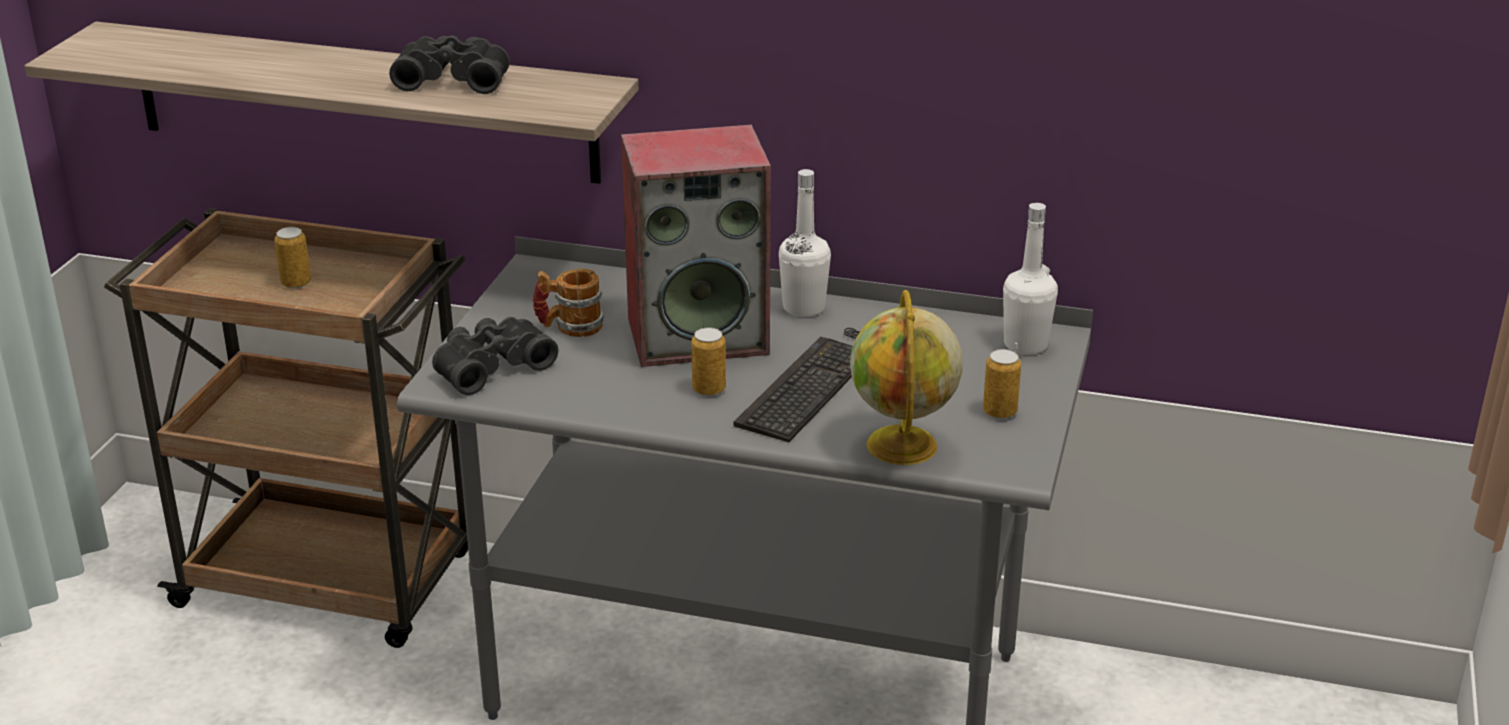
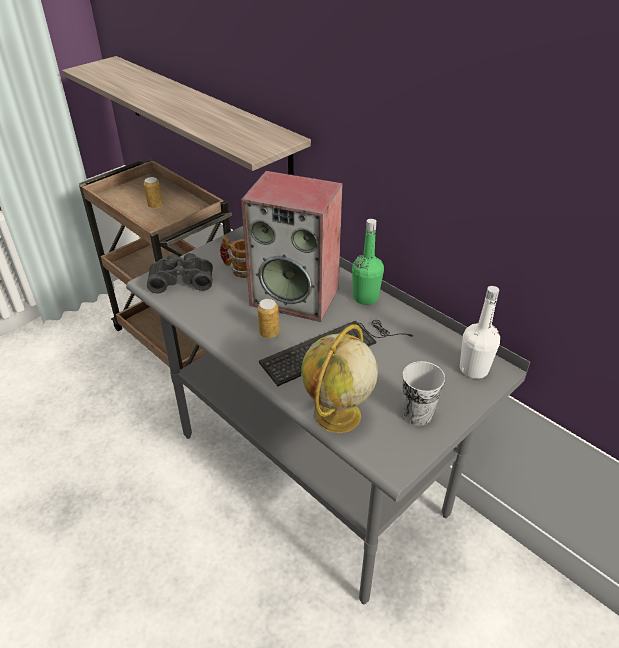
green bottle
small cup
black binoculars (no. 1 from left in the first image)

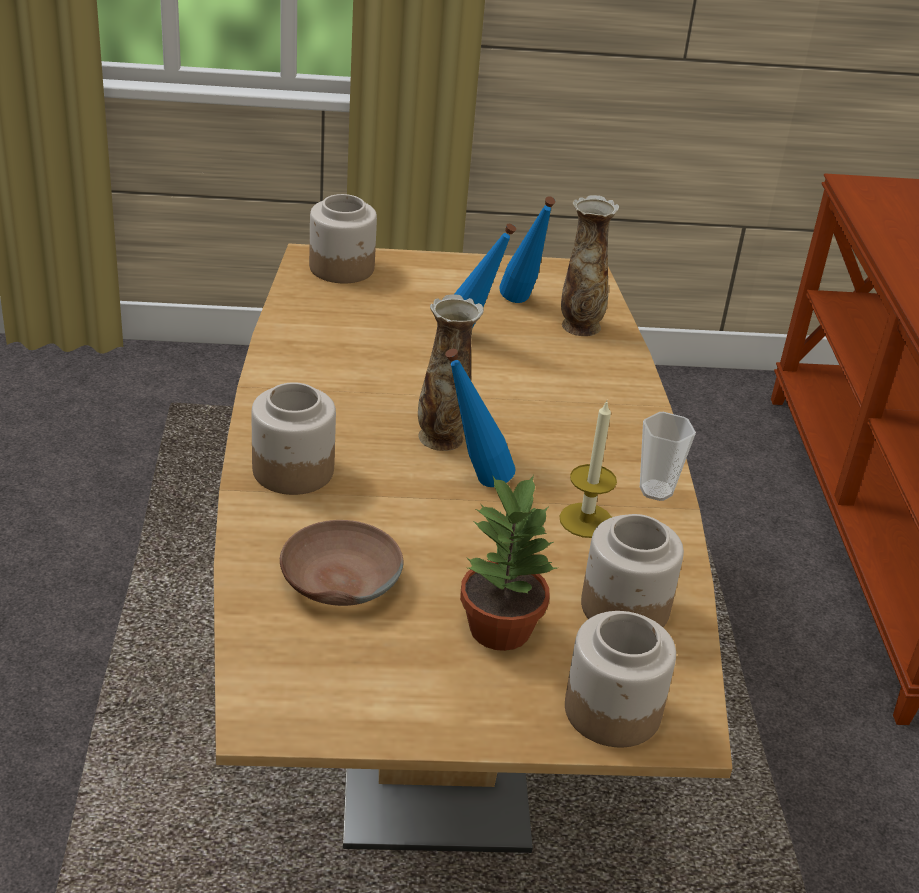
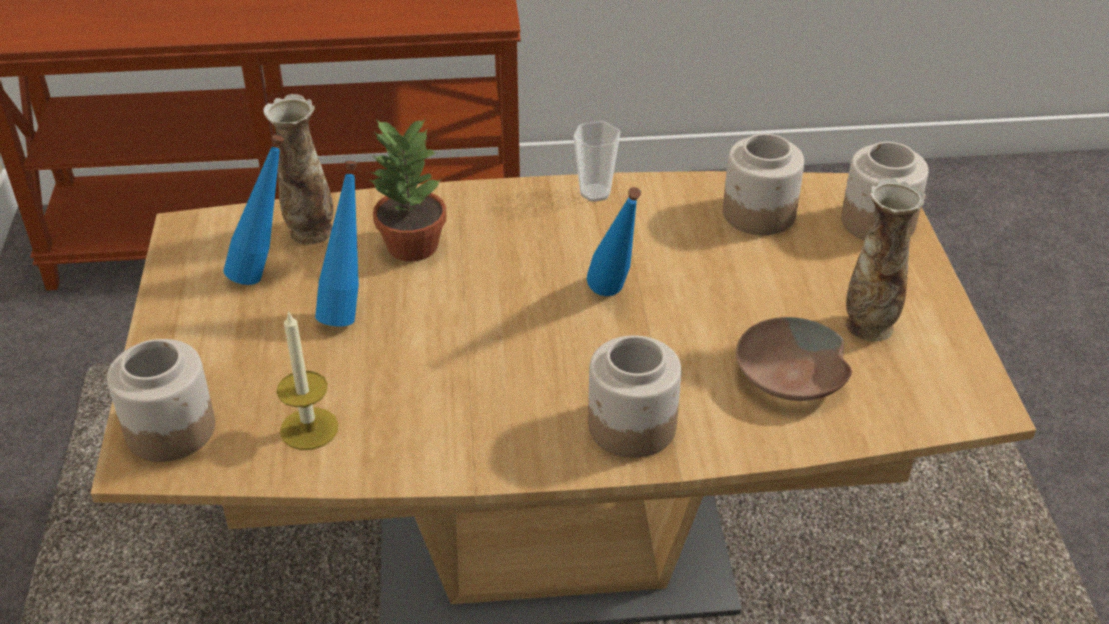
candle
houseplant
flower vase (no. 2 from left)

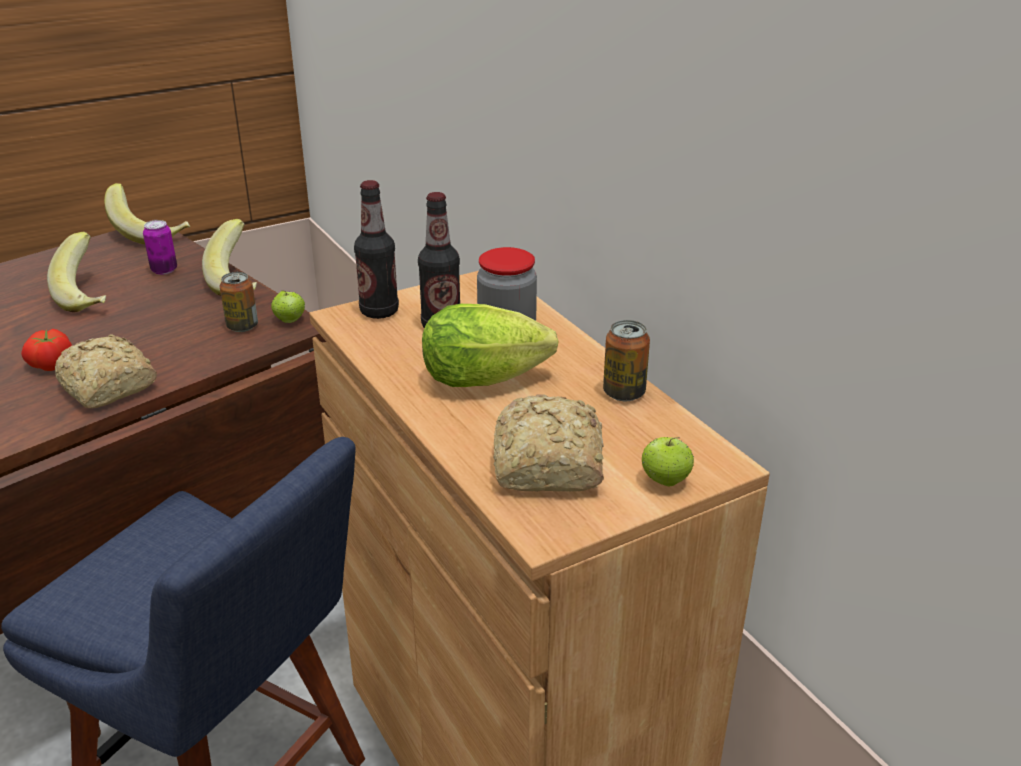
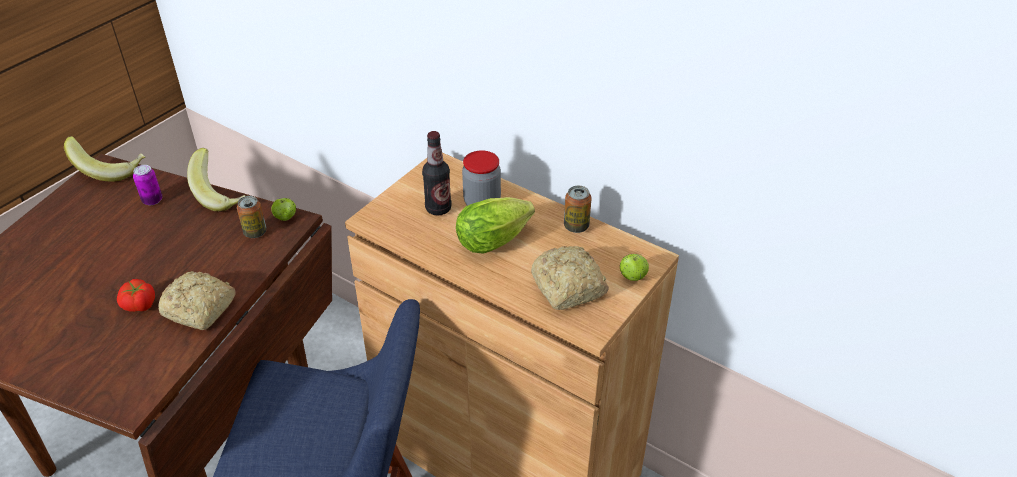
banana (no. 1 from left in the first image)
bottle (no. 1 from left in the first image)

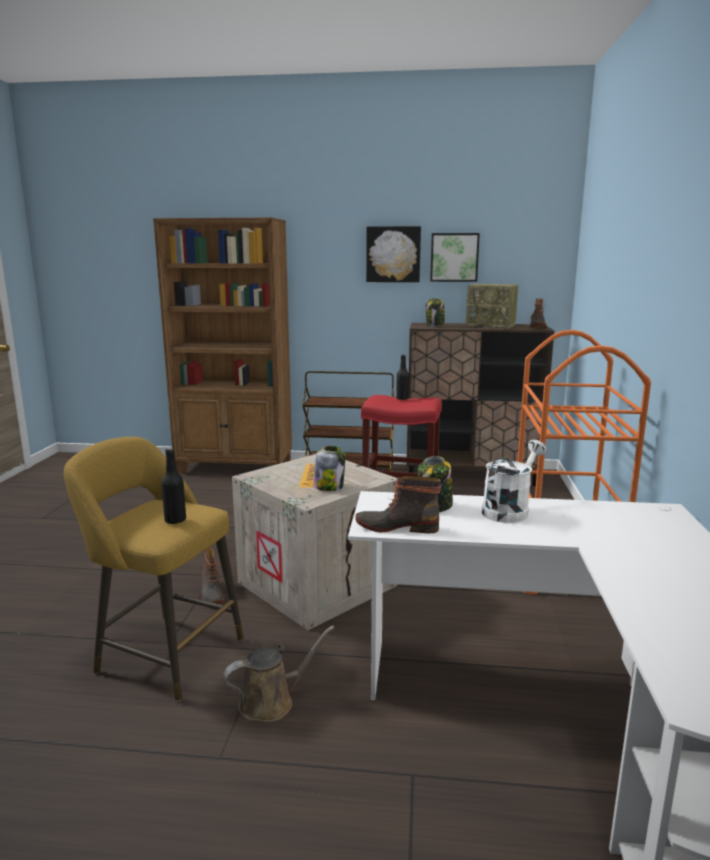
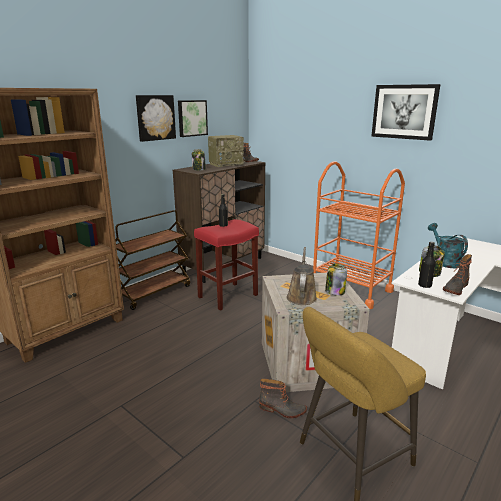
brown watering pot
picture (no. 3 from left)
black bottle (no. 2 from left)
turquoise watering pot

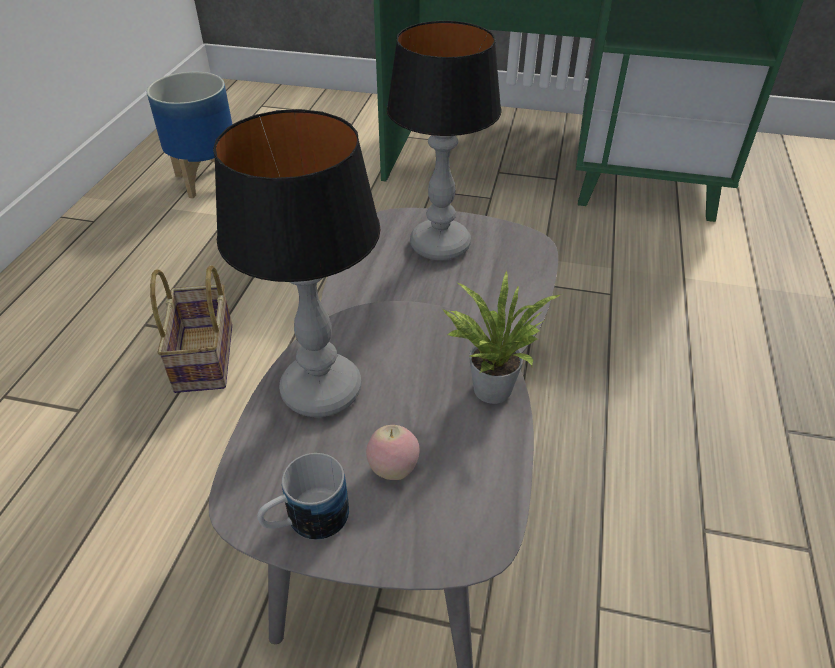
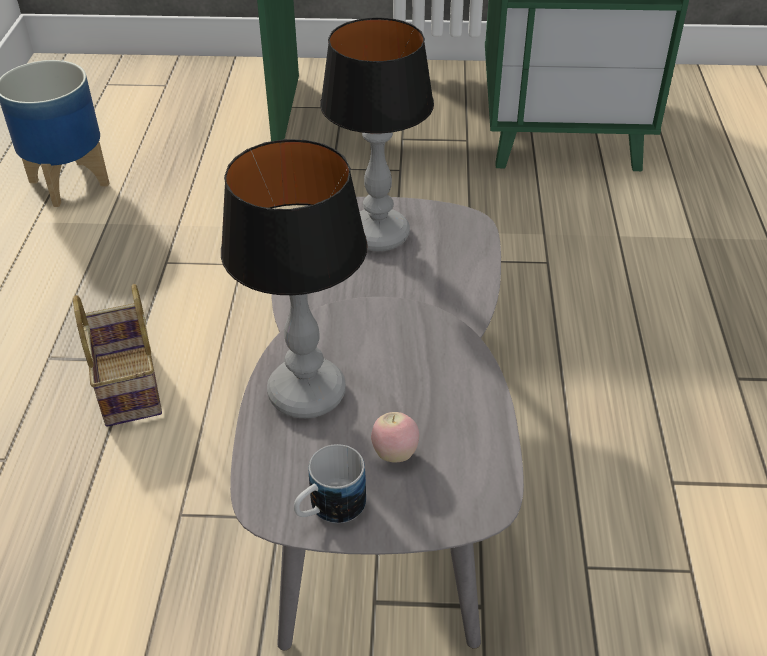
houseplant

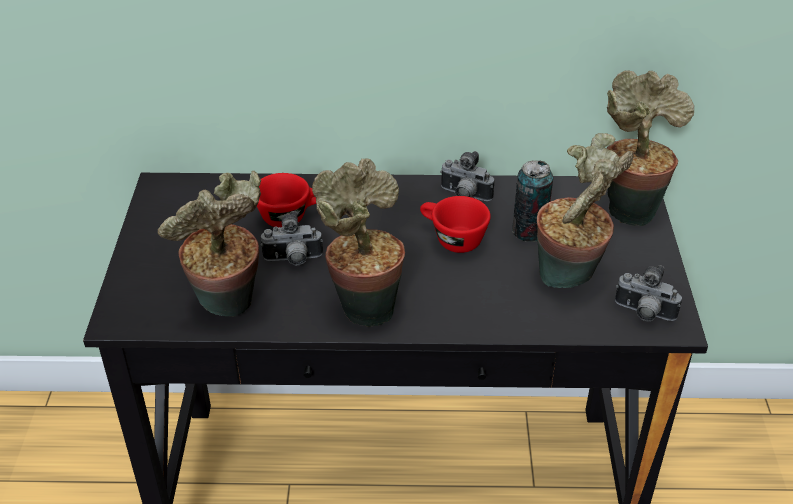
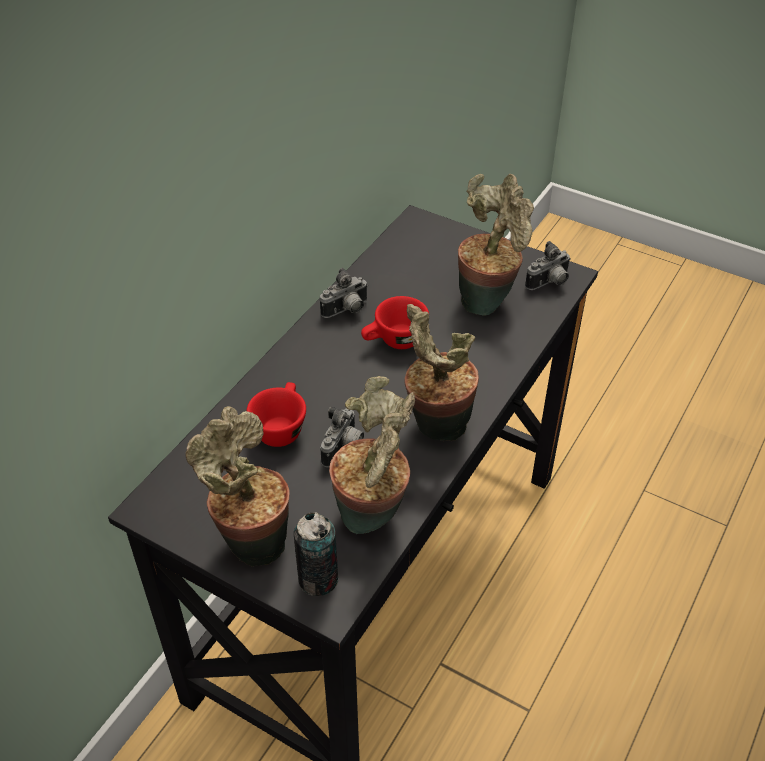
houseplant (no. 1 from left)
sealed can

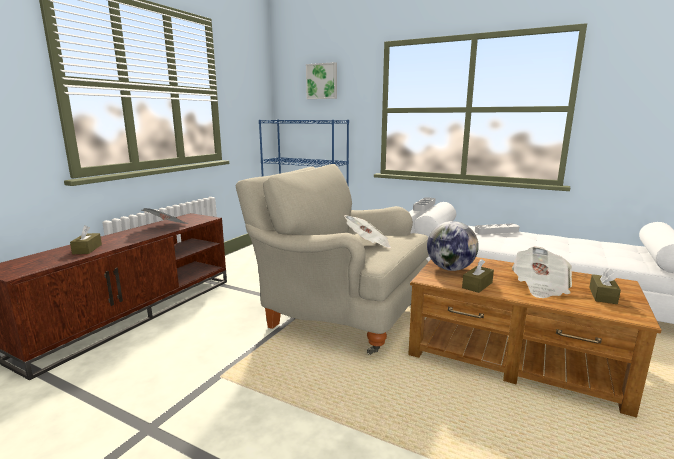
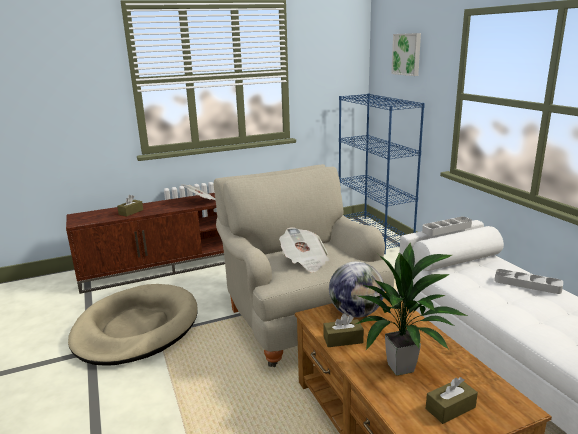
beige-coloured dog bed
houseplant

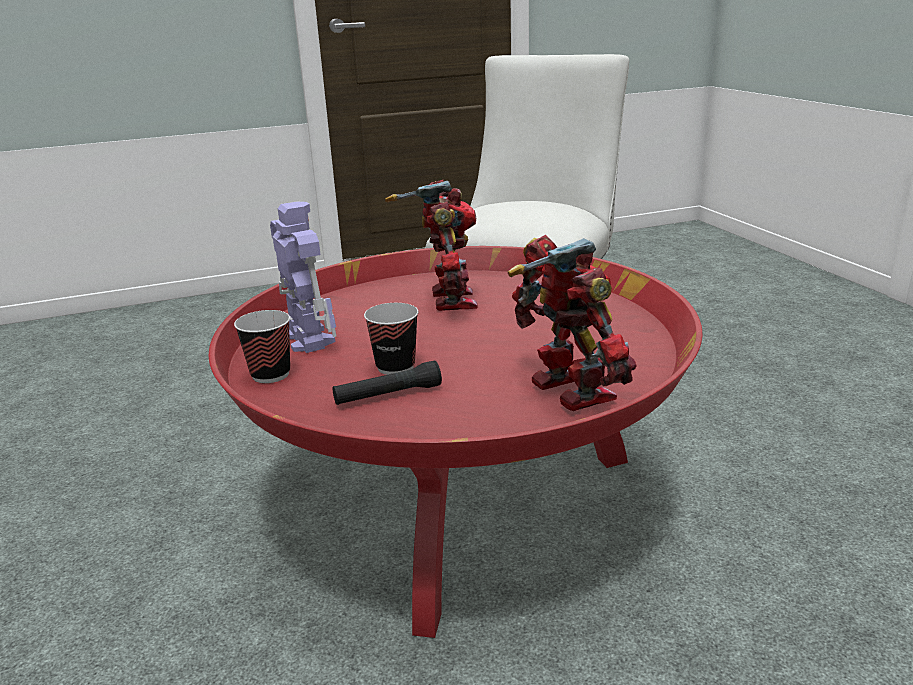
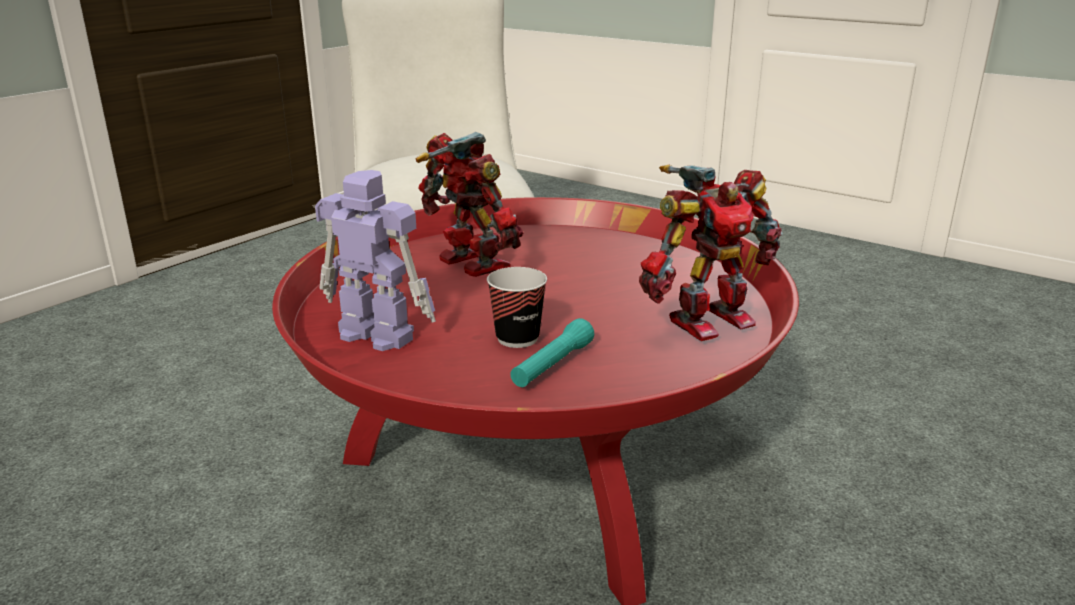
turquoise flashlight
robot figure (no. 3 from left)
small cup (no. 1 from left in the first image)

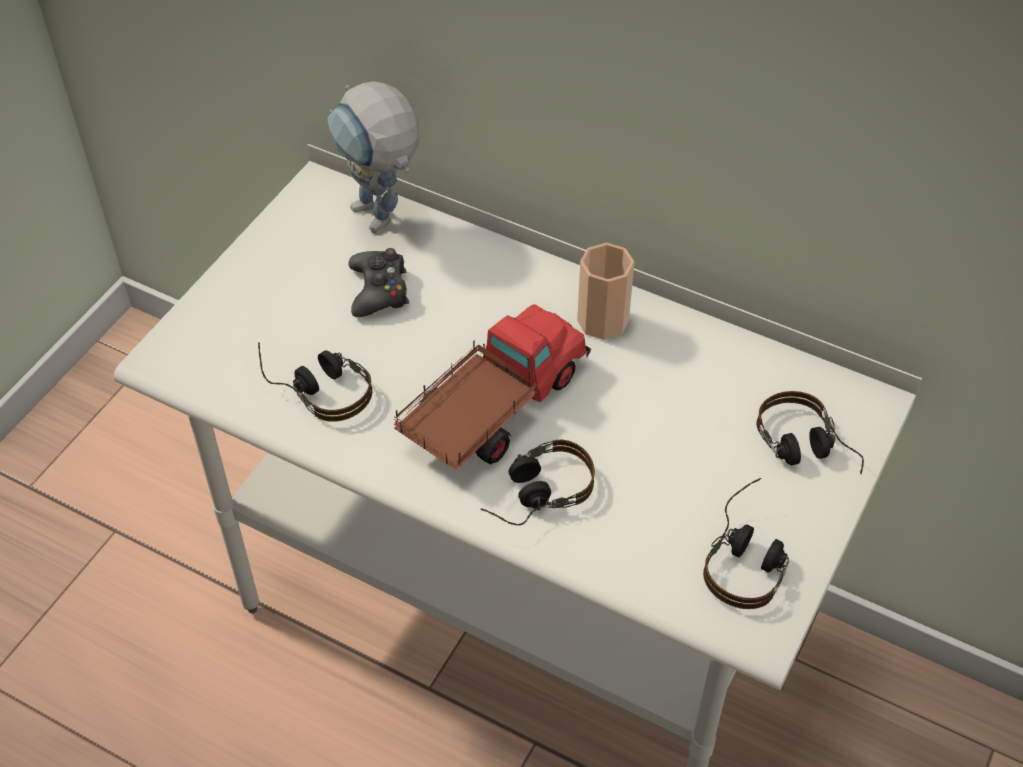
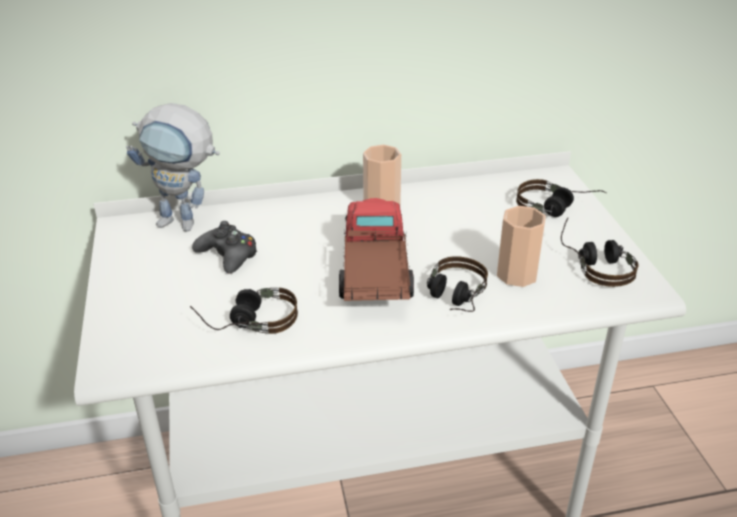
small cup (no. 2 from left)

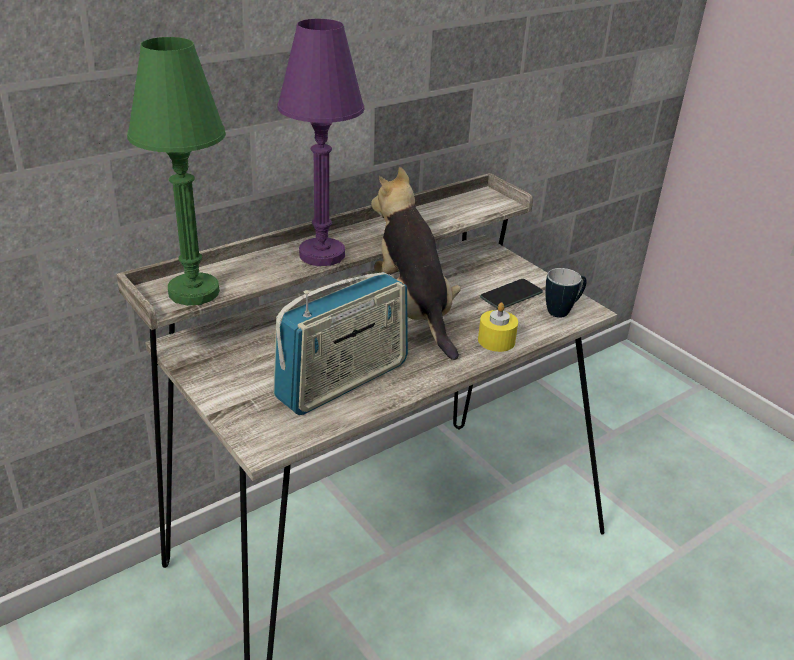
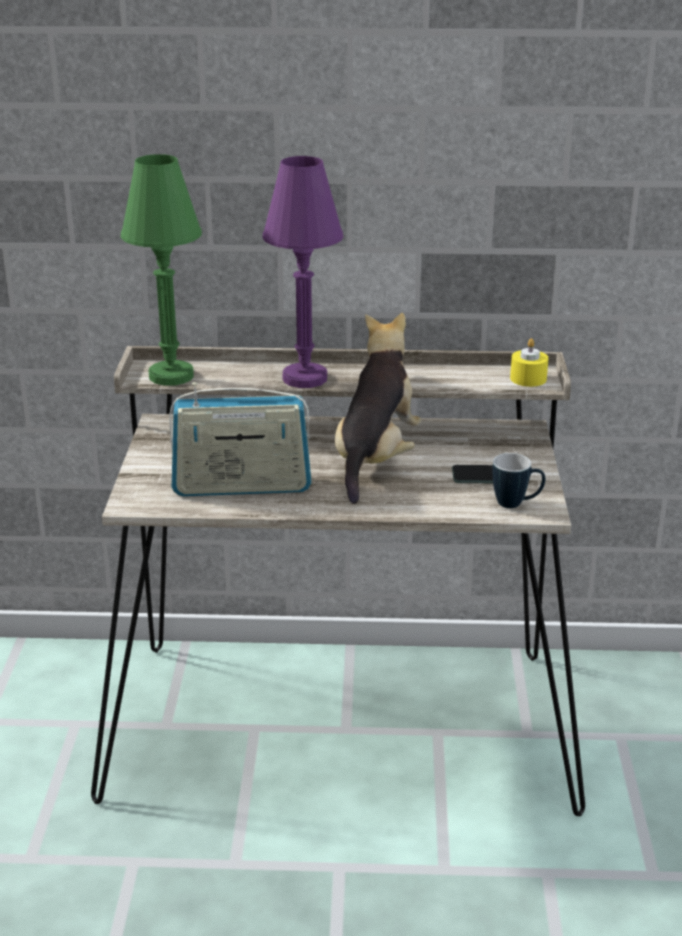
yellowish candle

